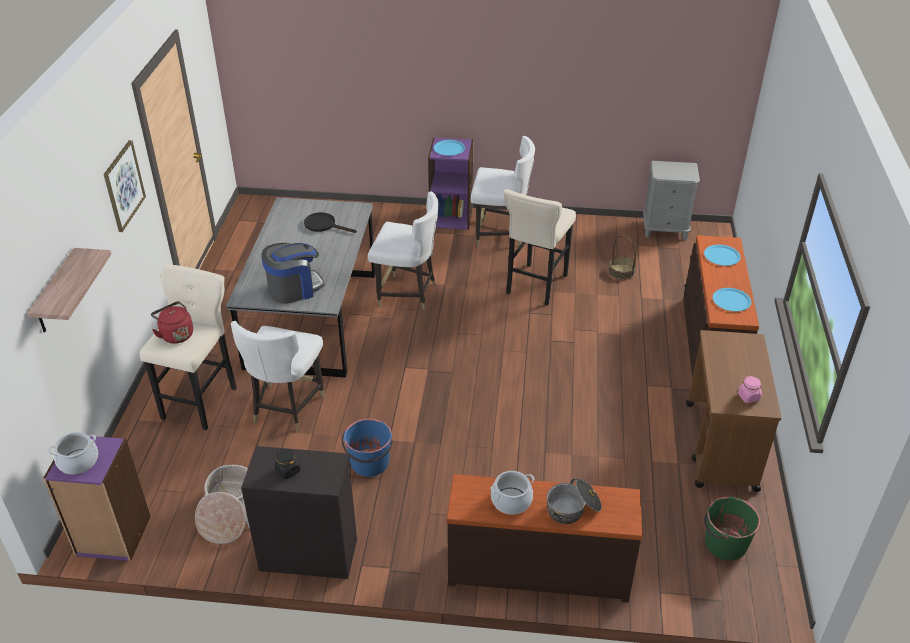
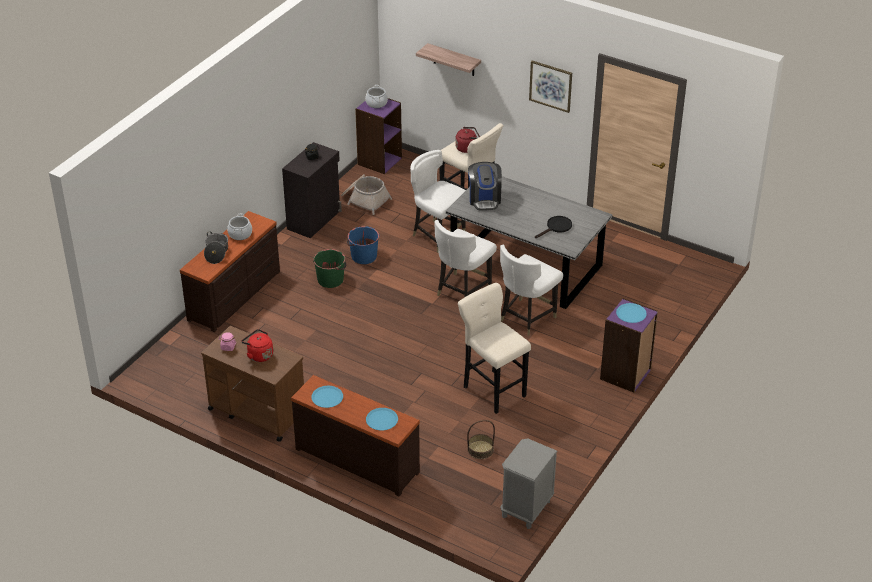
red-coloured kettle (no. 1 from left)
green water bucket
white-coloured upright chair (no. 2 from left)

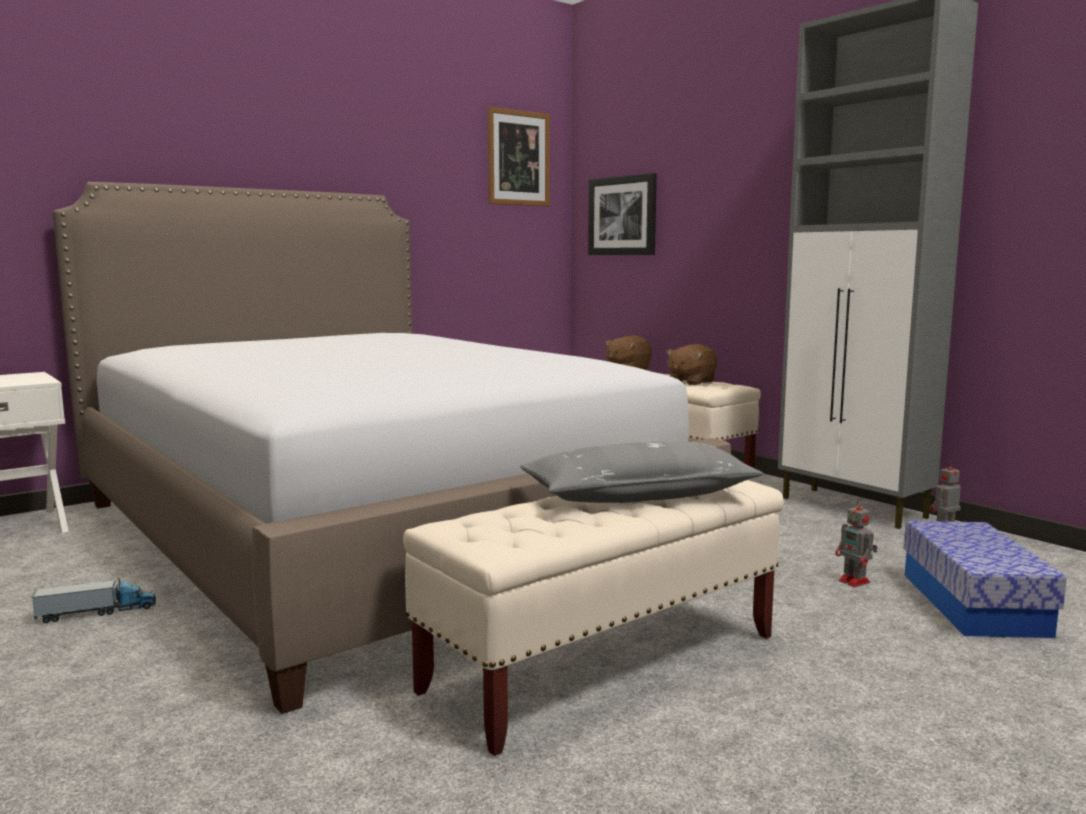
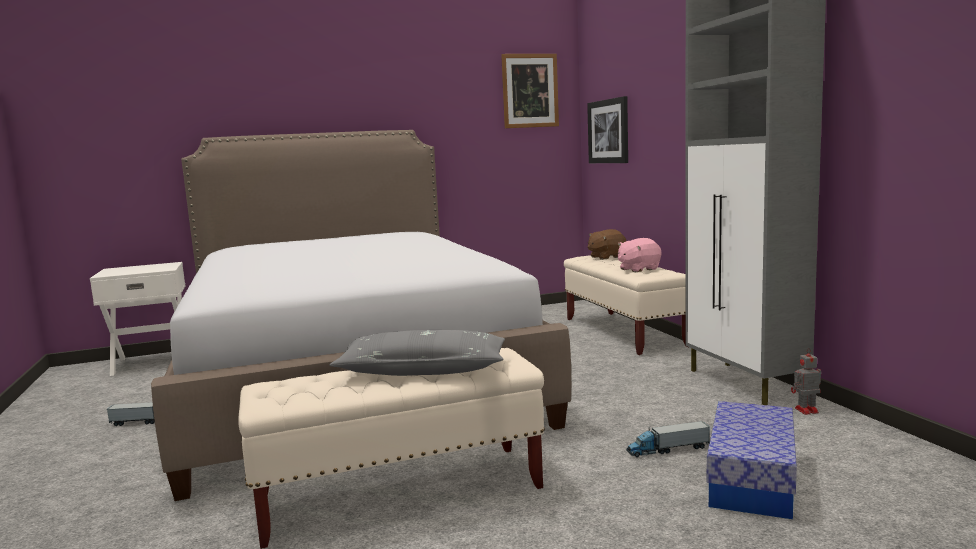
pink-coloured soft toy
model truck (no. 2 from left)

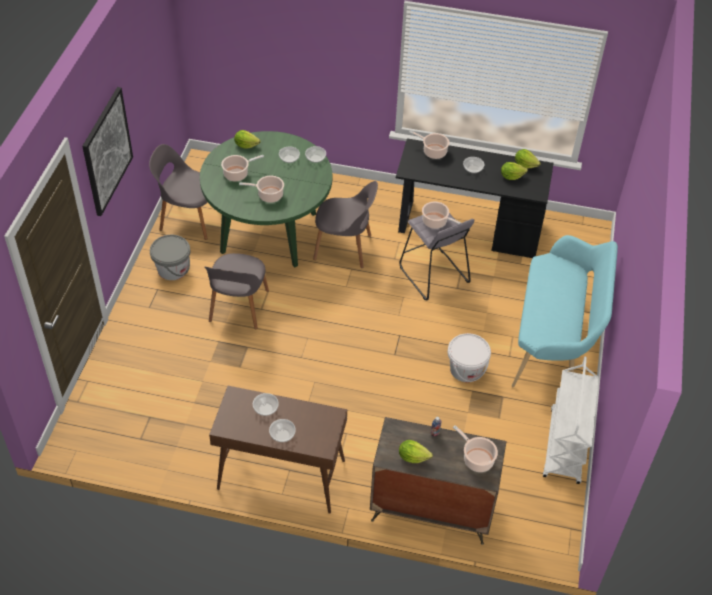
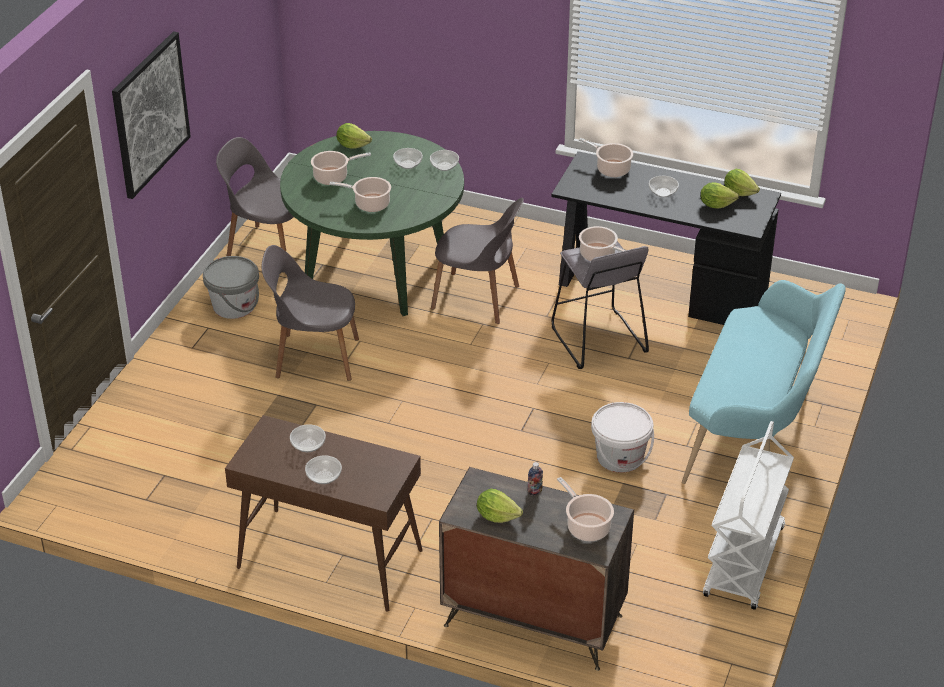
grey upright chair (no. 2 from left)

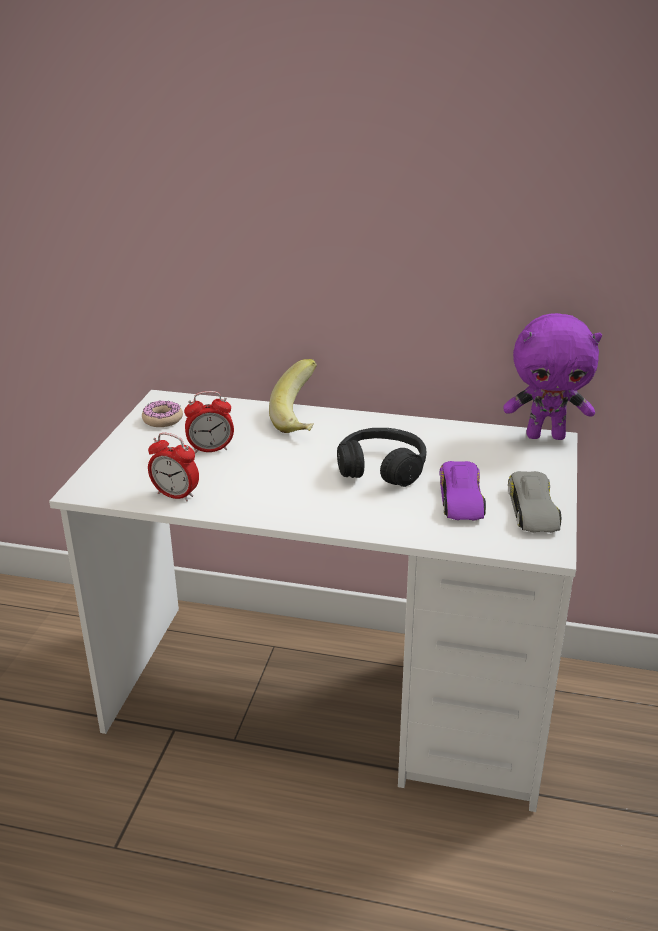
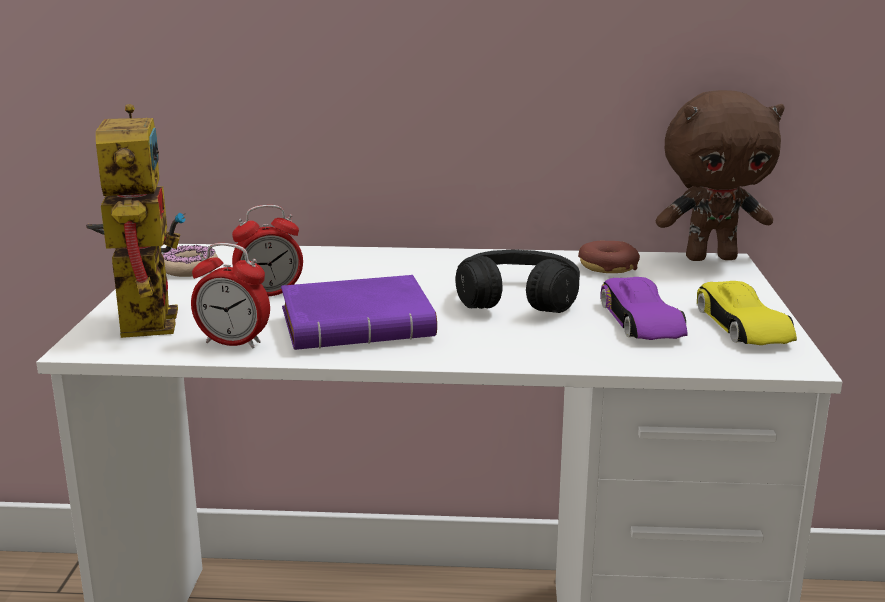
robot figure
purple-coloured book
donut (no. 2 from left)
brown soft toy
yellowish miniature car
banana

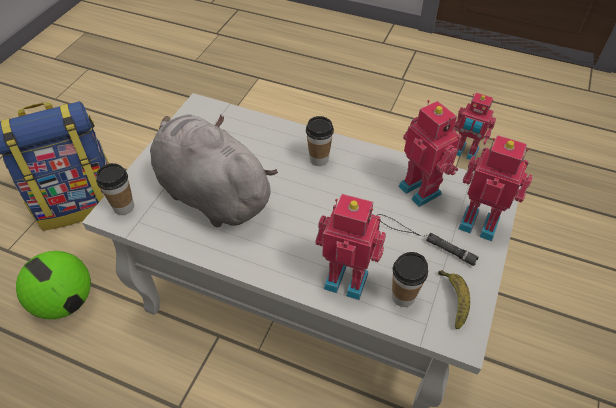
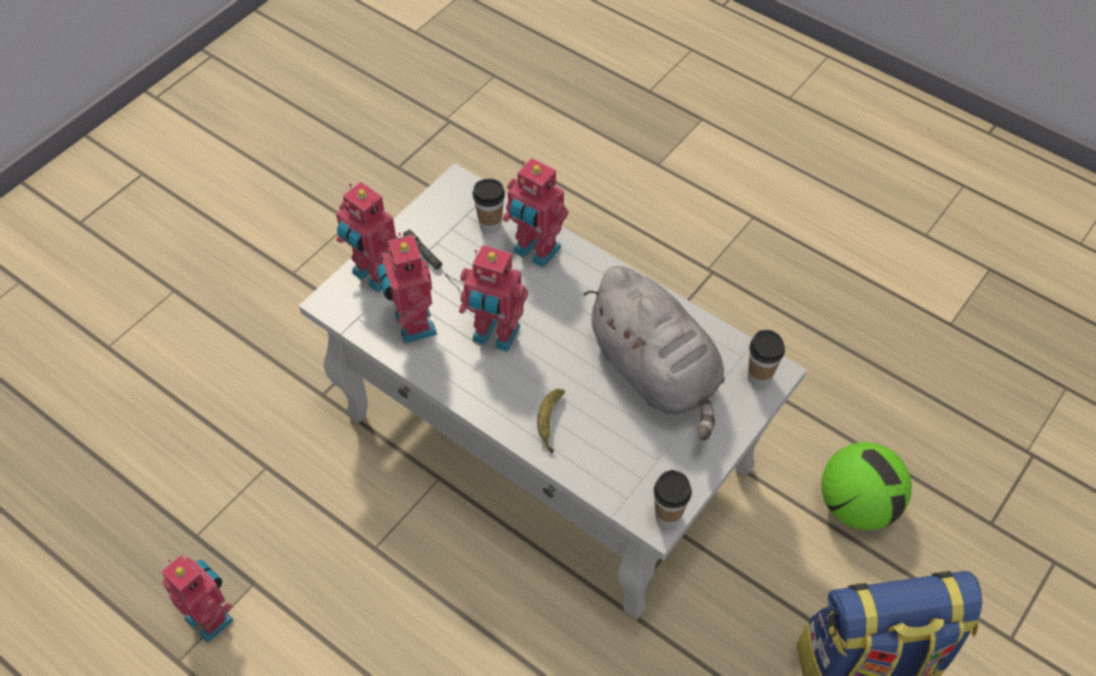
robot figure (no. 4 from left)
banana
small cup (no. 2 from left)

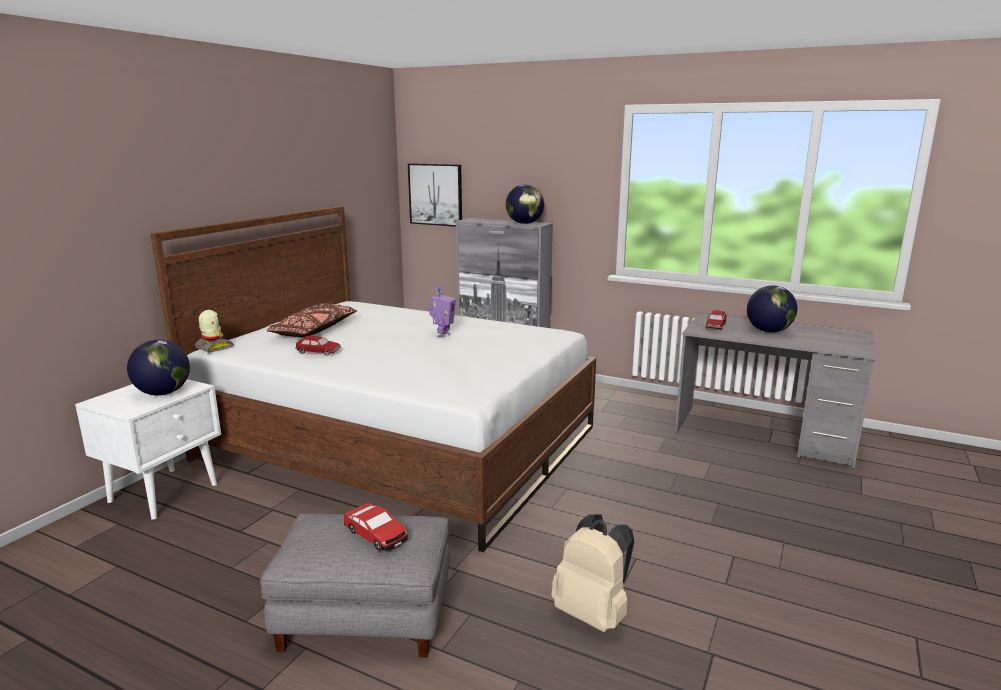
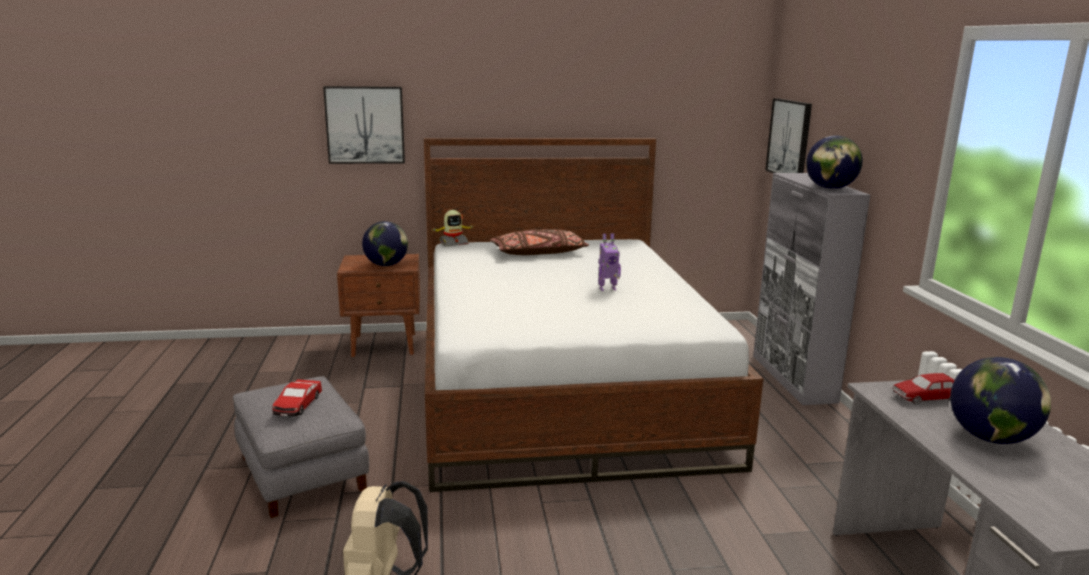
picture (no. 1 from left)
brown night table
robot figure (no. 1 from left)
miniature car (no. 1 from left in the first image)

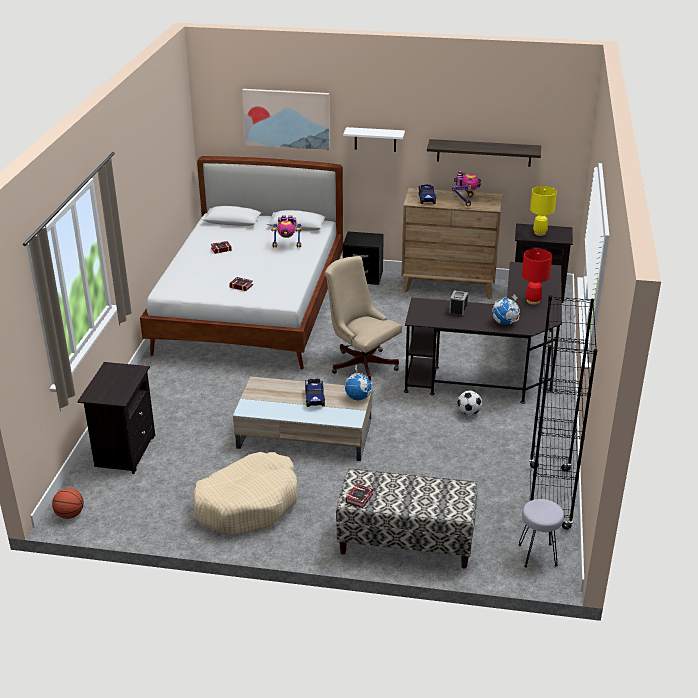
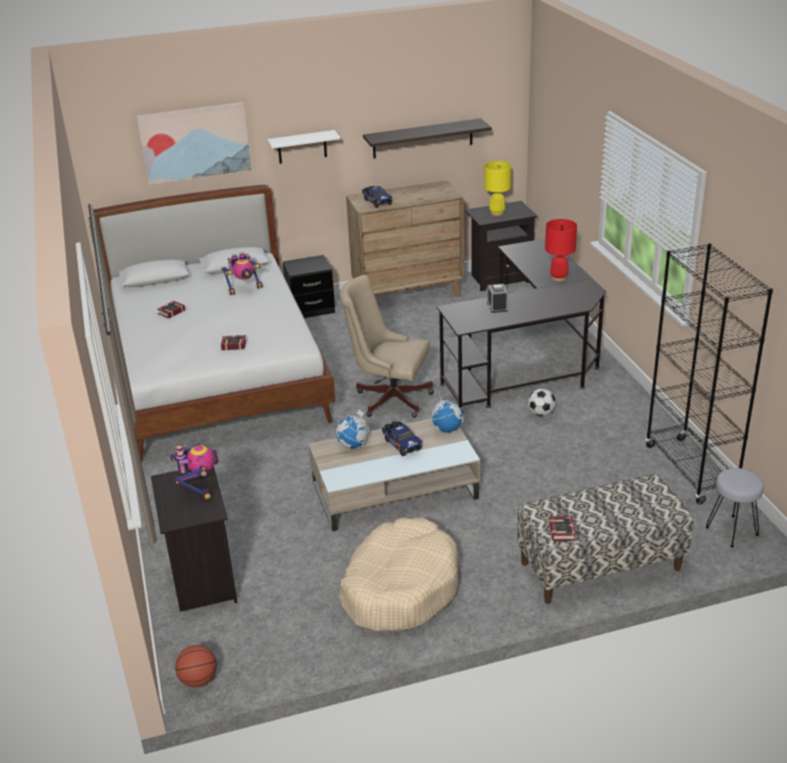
robot figure (no. 1 from left)
globe (no. 1 from left)

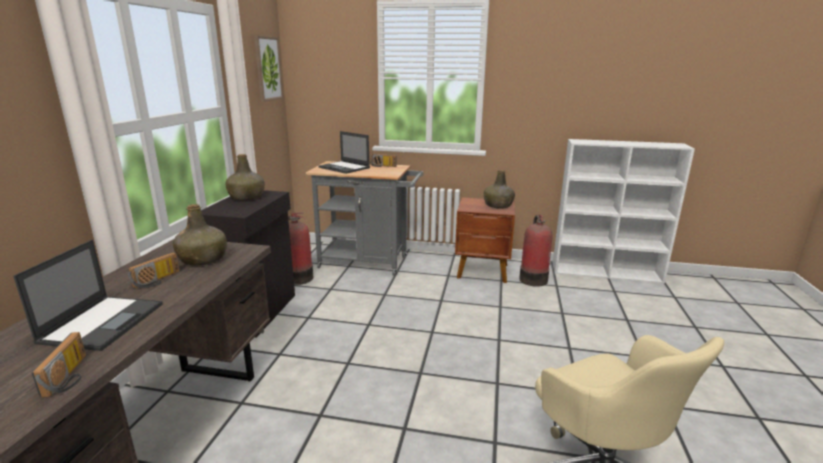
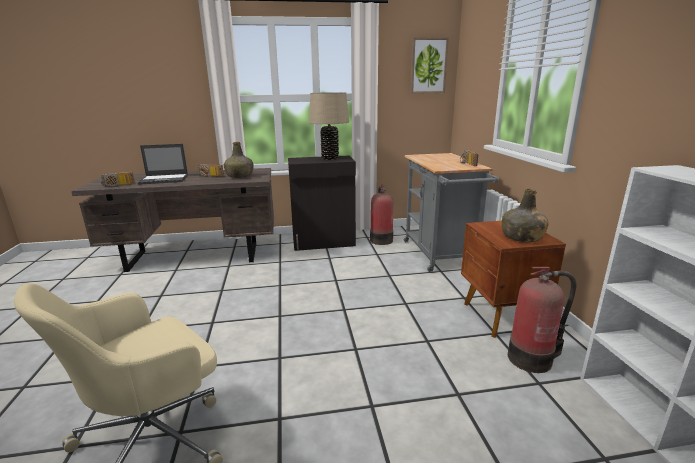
beige-coloured lamp for a table
portable computer (no. 2 from left in the first image)

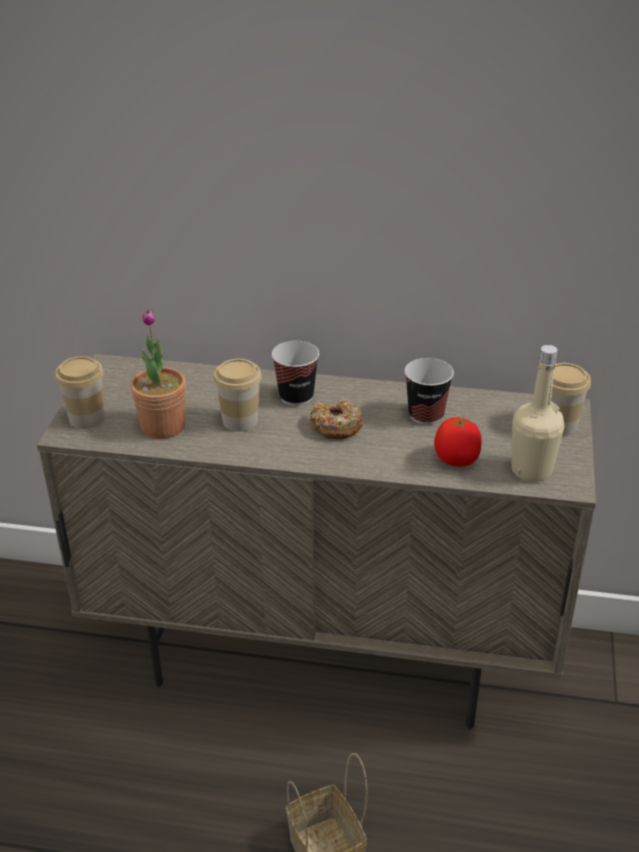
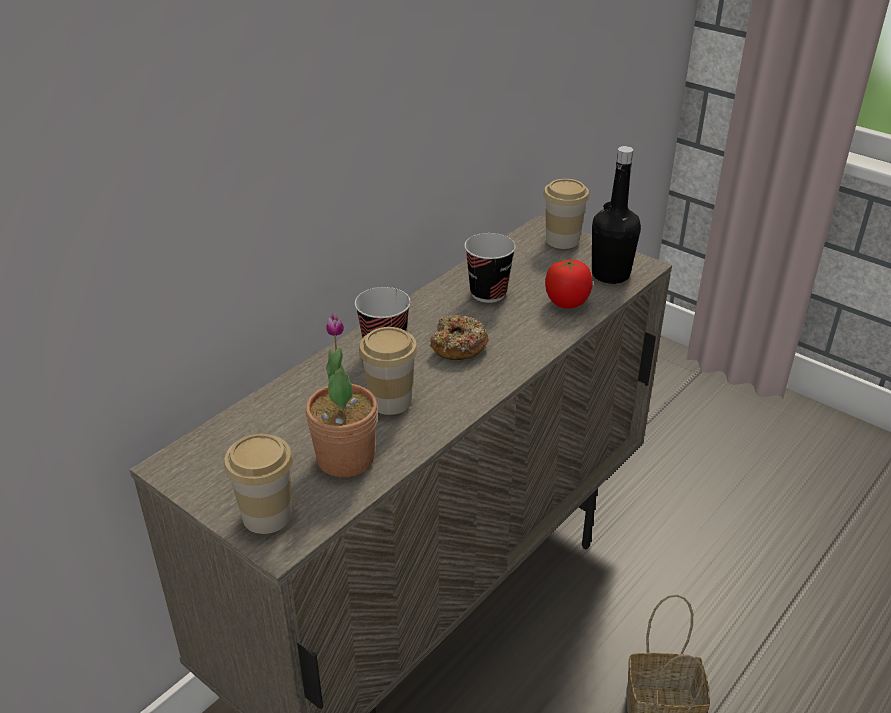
black bottle

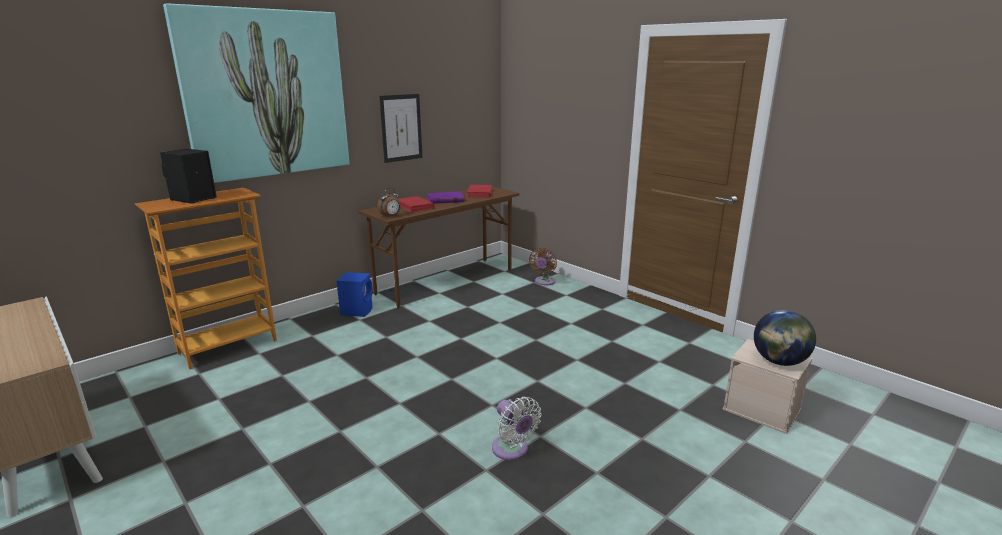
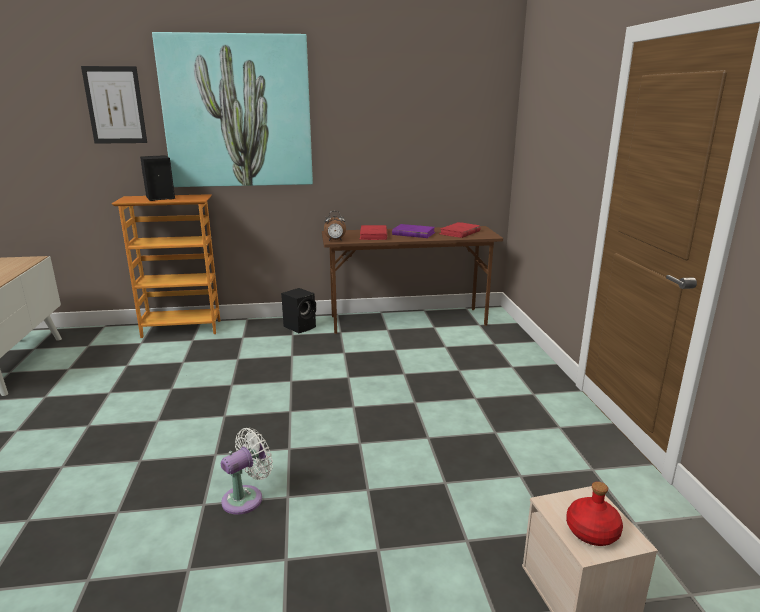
picture (no. 1 from left)
white-coloured electric fan
black loudspeaker (no. 2 from left)
red-coloured bottle
brown electric fan

